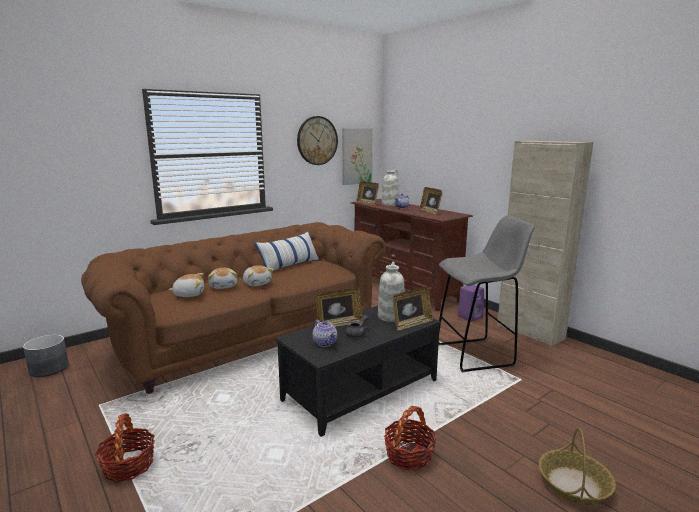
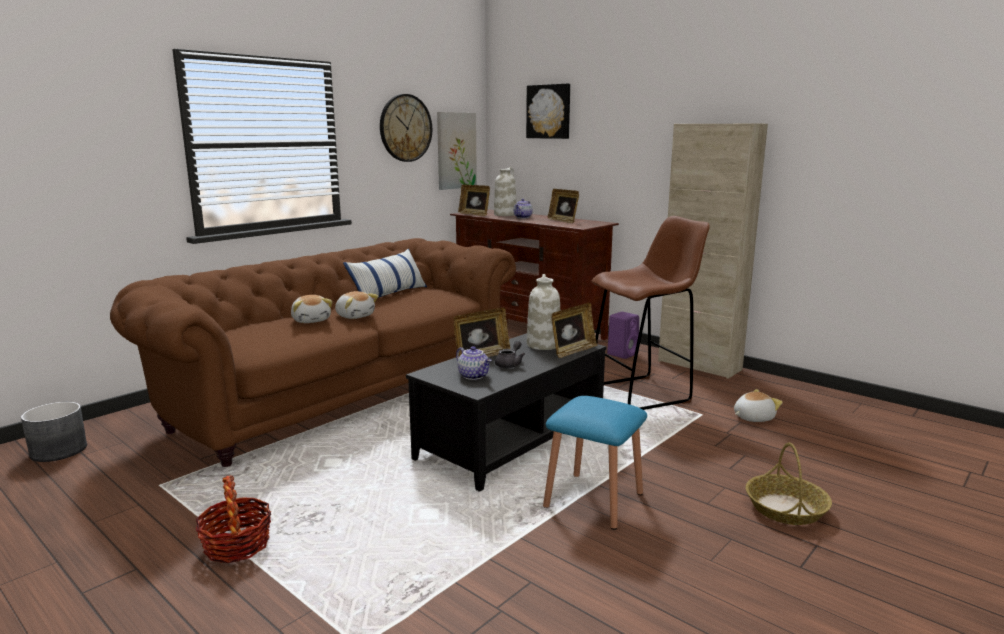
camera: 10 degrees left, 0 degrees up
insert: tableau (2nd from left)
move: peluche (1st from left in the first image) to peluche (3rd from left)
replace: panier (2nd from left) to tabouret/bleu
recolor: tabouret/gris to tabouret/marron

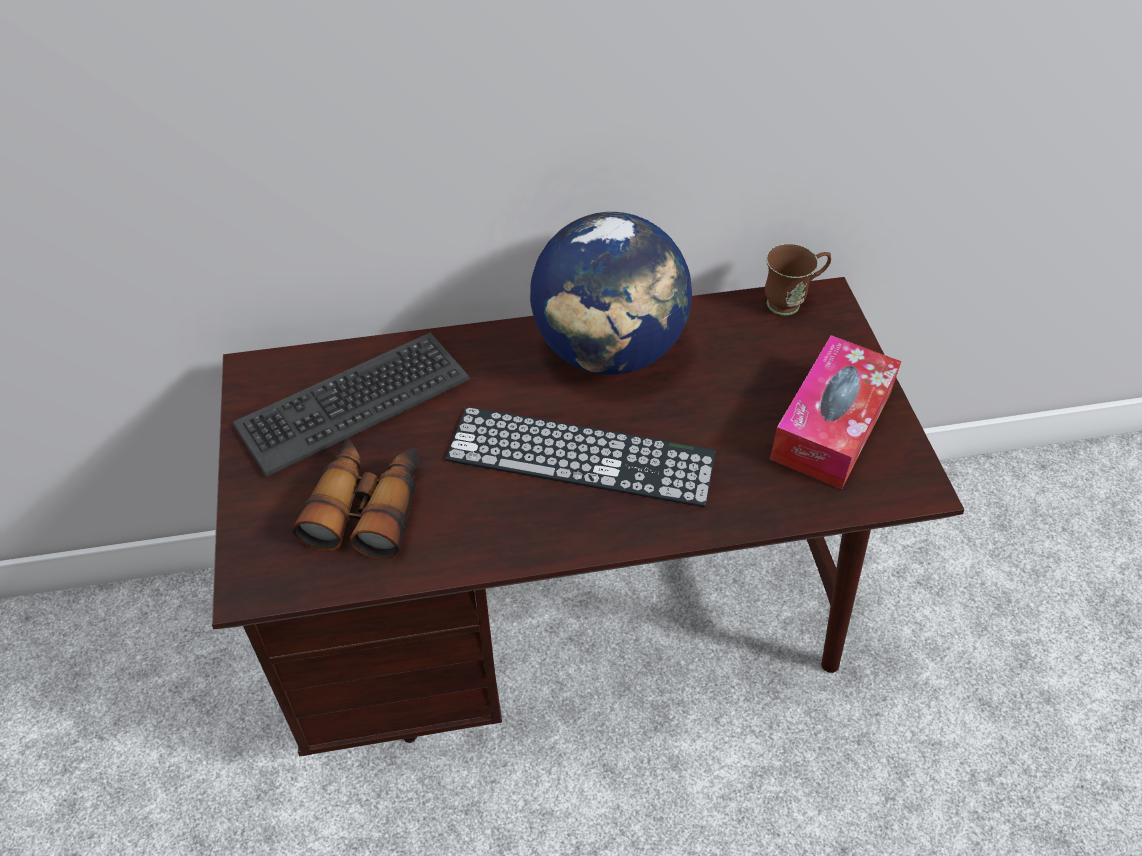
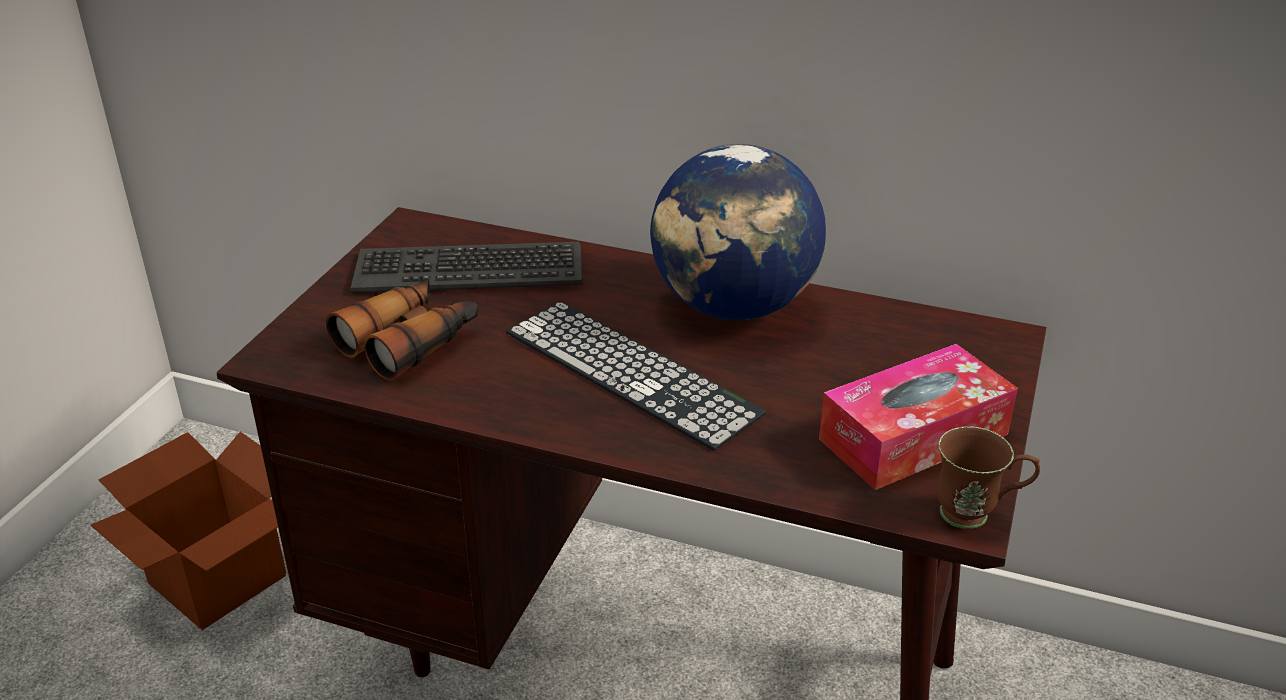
camera: 30 degrees right, 15 degrees down
insert: carton
move: mug/marron

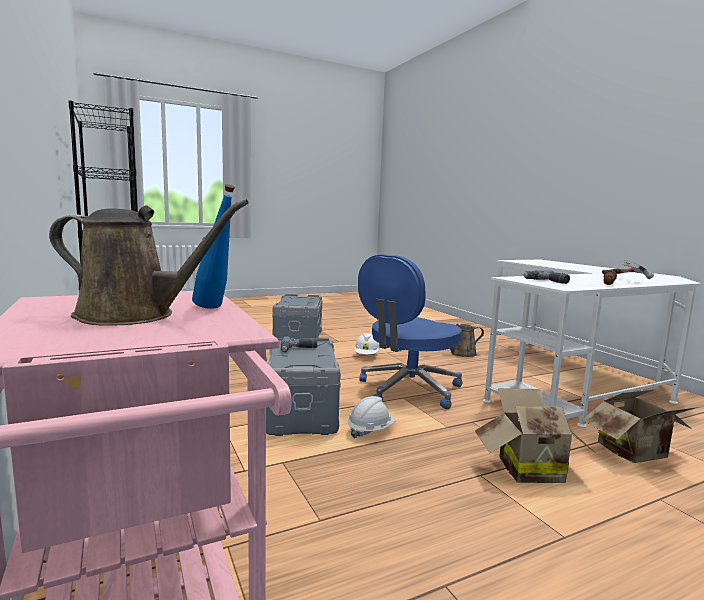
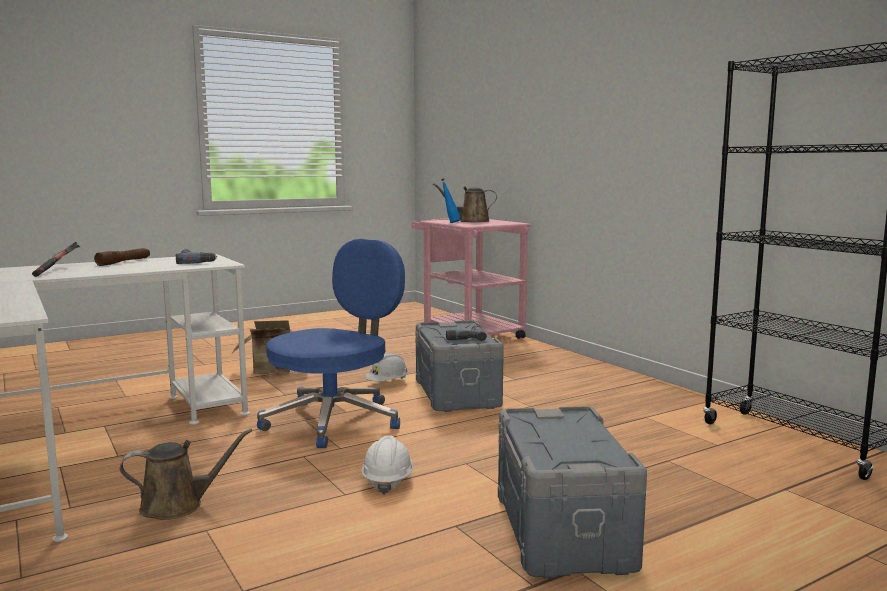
camera: 175 degrees right, 0 degrees up
delete: carton (2nd from left)

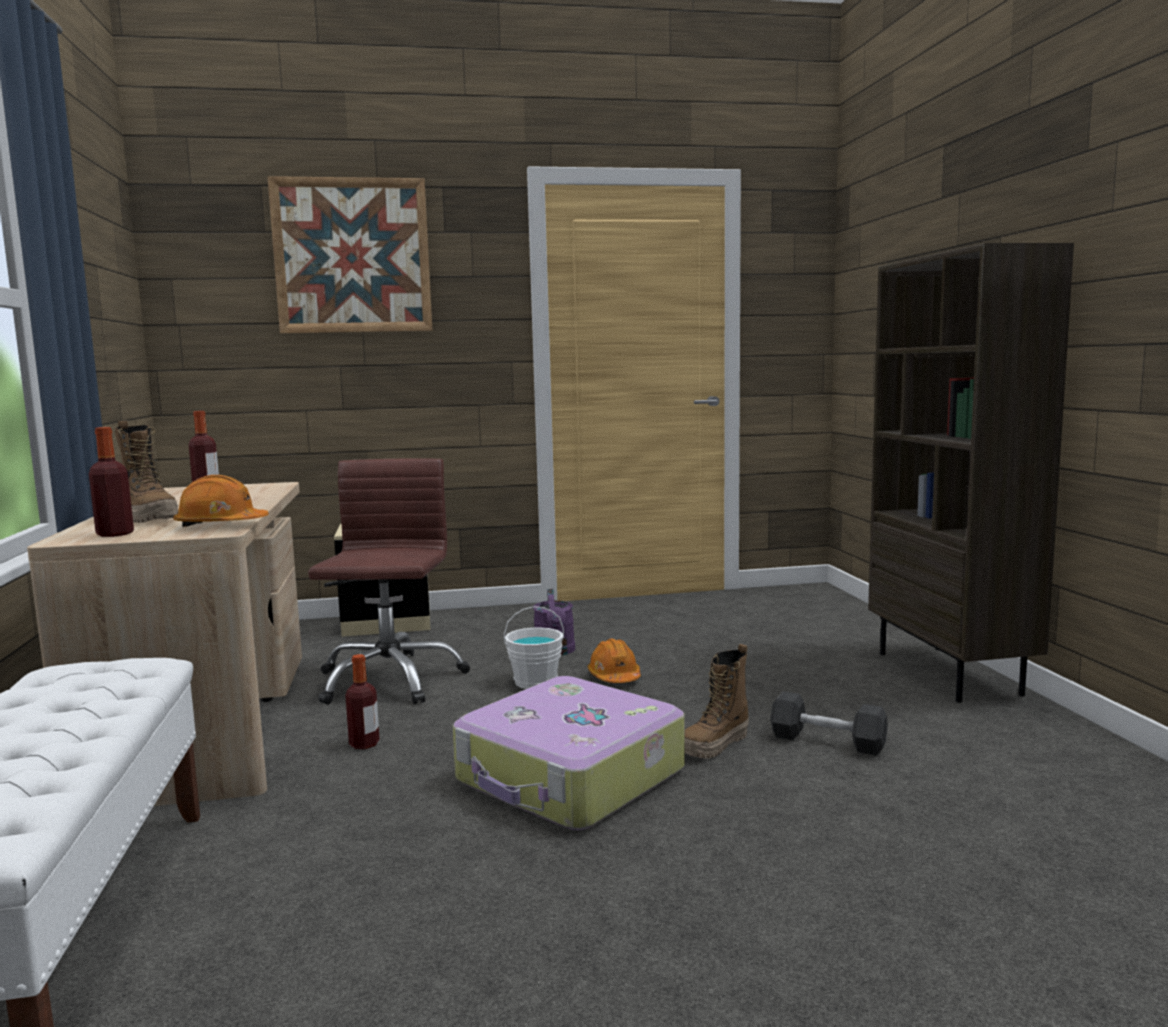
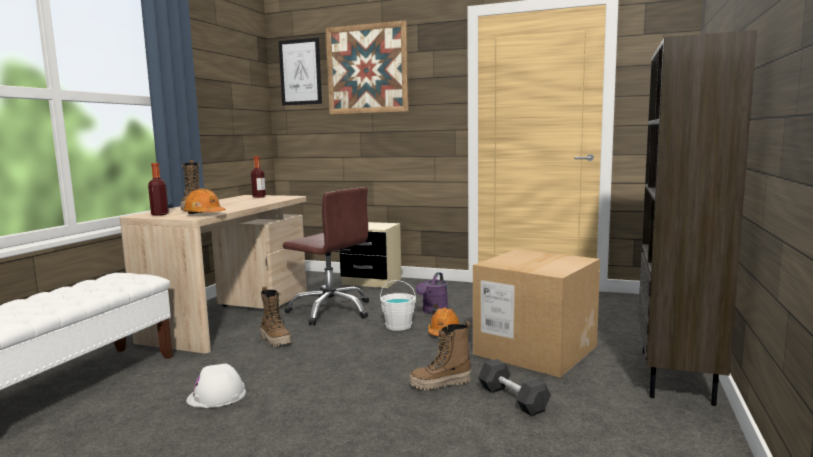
camera: 30 degrees right, 0 degrees up
delete: valise
insert: casque de chantier/blanc; tableau (1st from left); carton
replace: bouteille (3rd from left) to botte (2nd from left)
rotate: chaise de bureau/marron 90 degrees clockwise

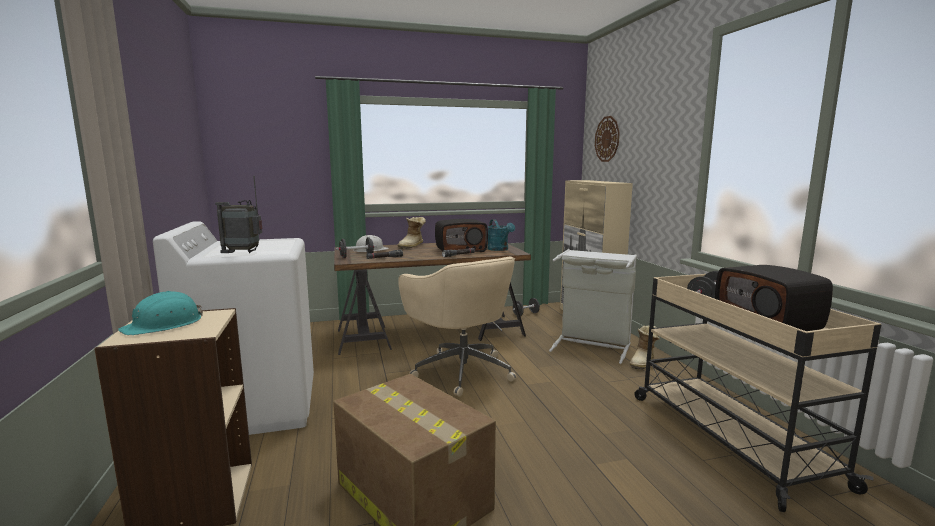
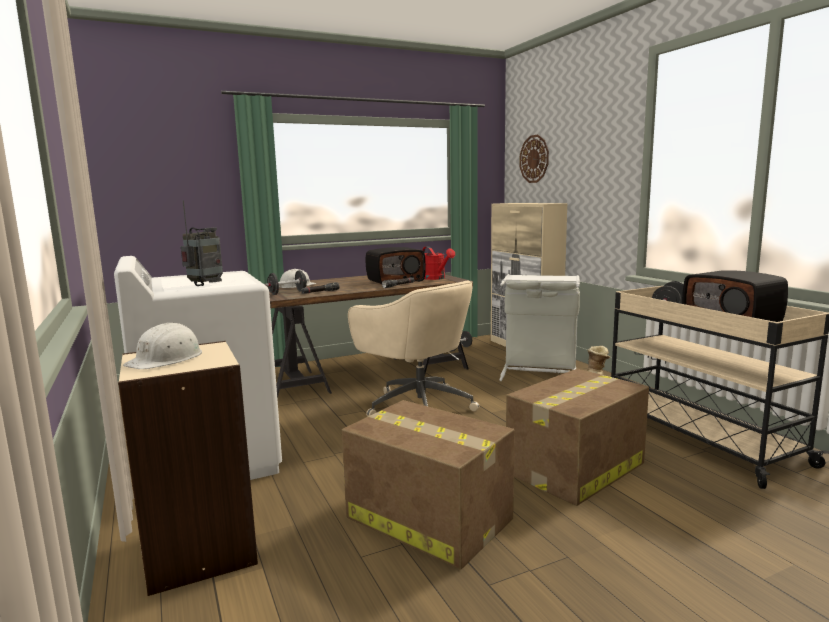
camera: 10 degrees left, 0 degrees up
delete: botte (1st from left)
insert: carton (2nd from left)
recolor: casque de chantier/turquoise to casque de chantier/blanc (1st from left); arrosoir/turquoise to arrosoir/rouge
rotate: radio (1st from left) 135 degrees clockwise

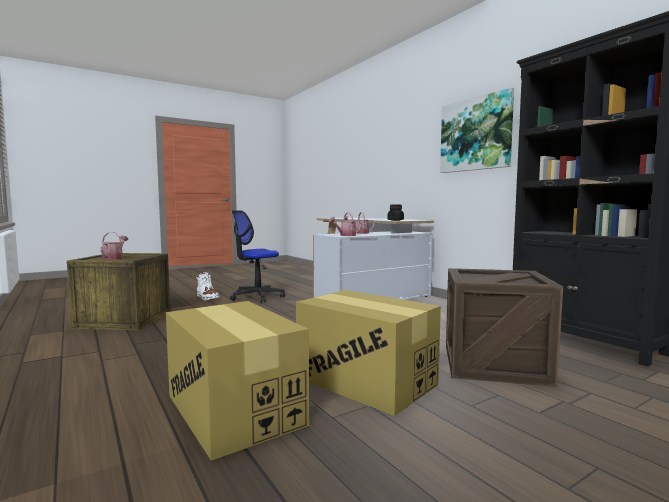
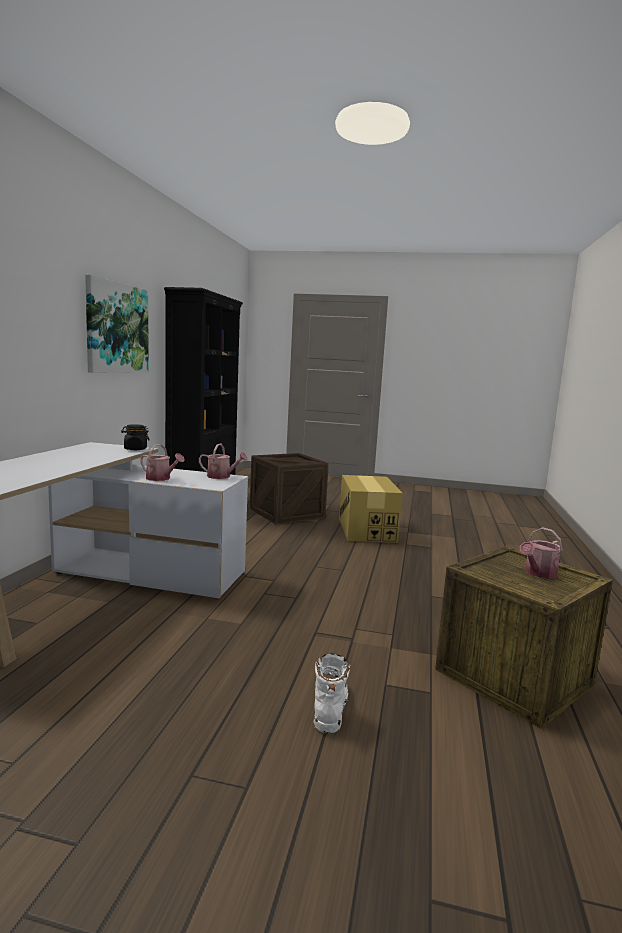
camera: 135 degrees left, 5 degrees up
delete: carton (1st from left); chaise de bureau

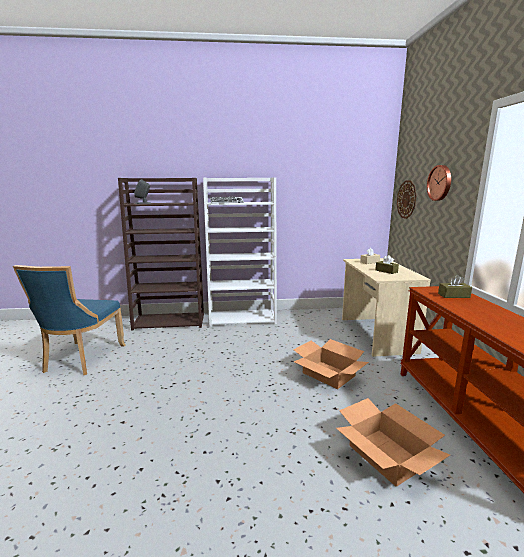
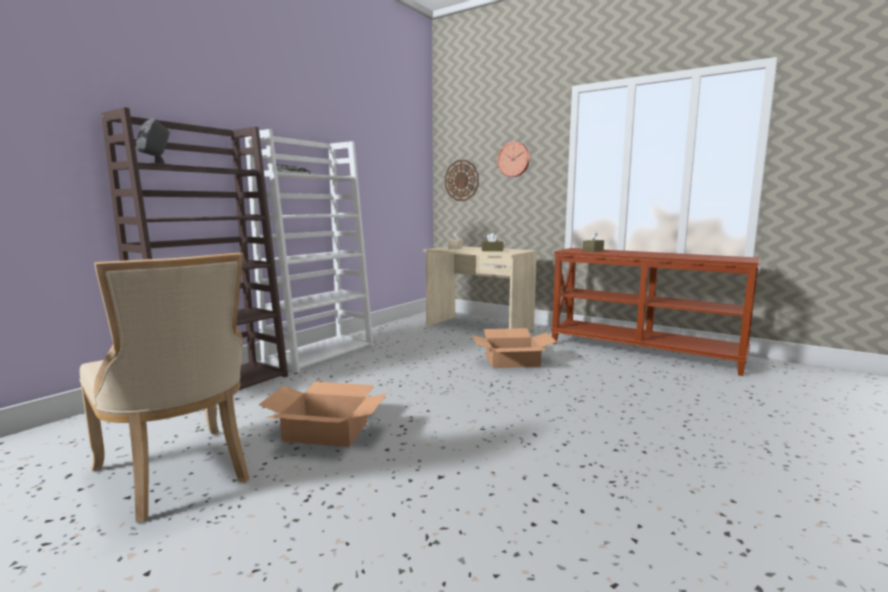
camera: 50 degrees left, 5 degrees down
move: carton (2nd from left in the first image) to carton (1st from left)
recolor: chaise/bleu to chaise/beige

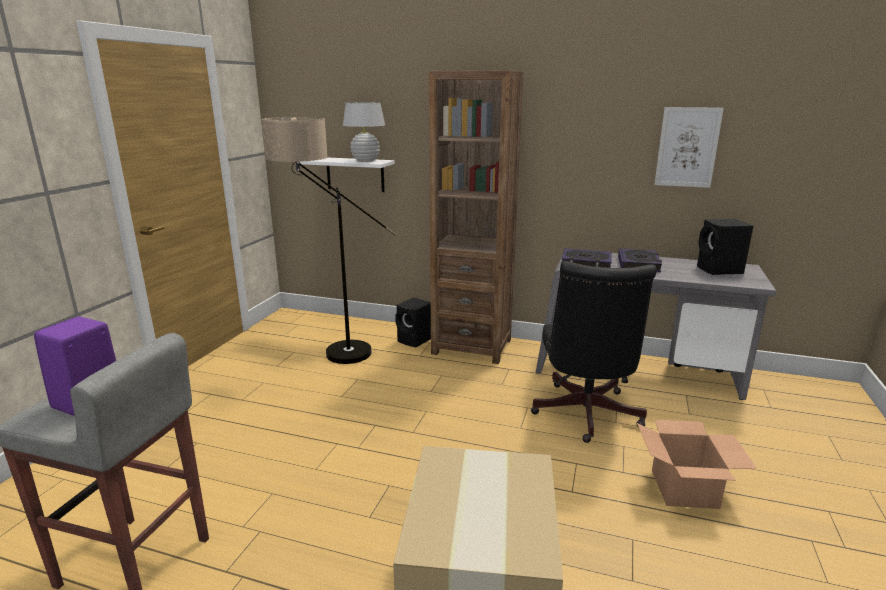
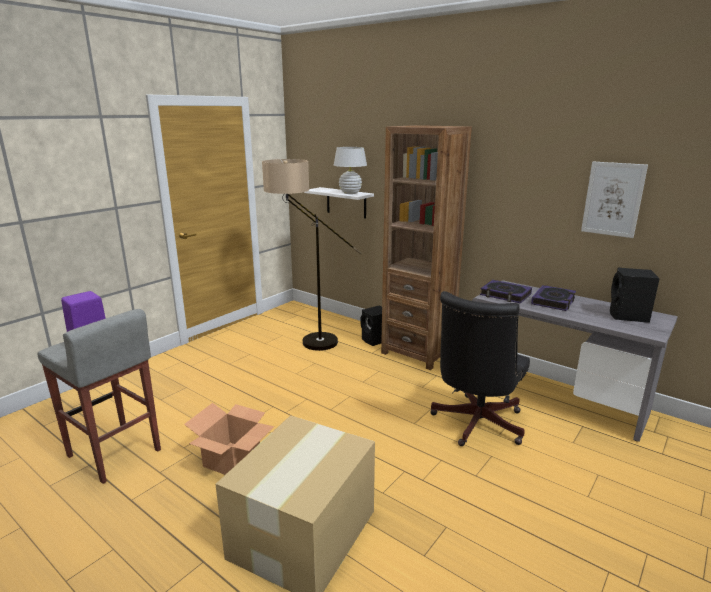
camera: 20 degrees right, 0 degrees up
move: carton (2nd from left in the first image) to carton (1st from left)

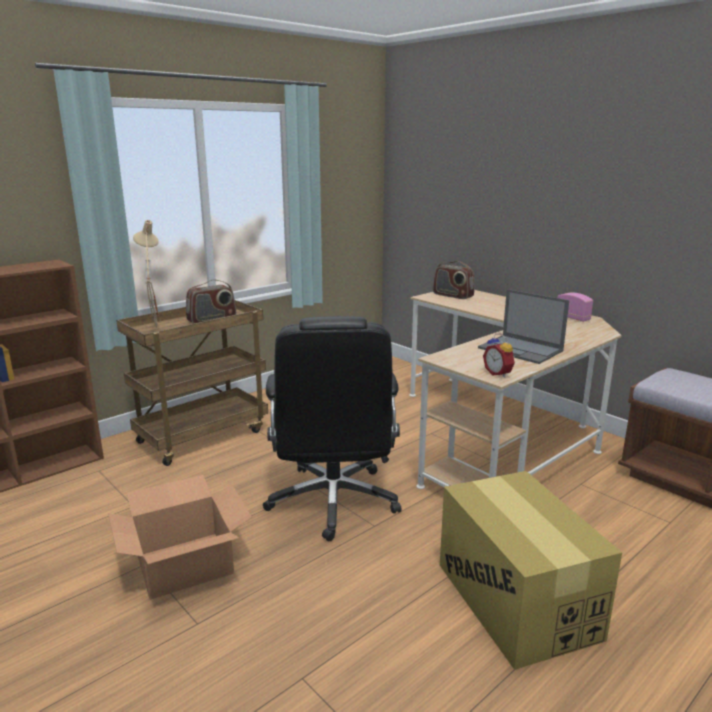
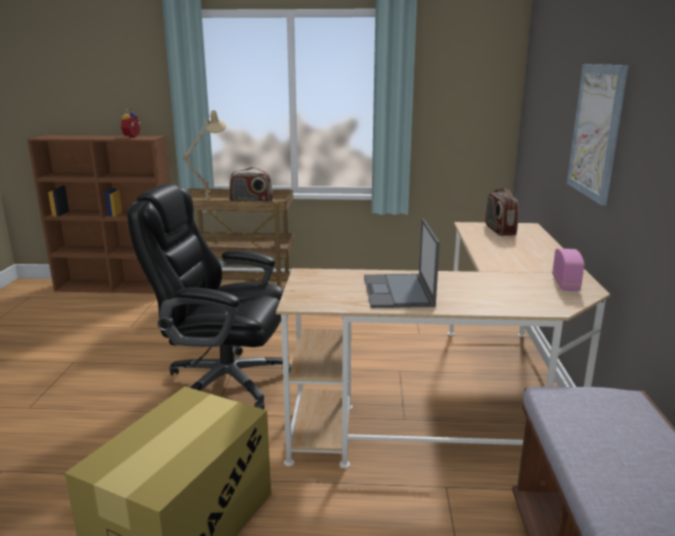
camera: 45 degrees right, 0 degrees up
delete: carton (1st from left)
insert: tableau
move: réveil
rotate: chaise de bureau/noir 60 degrees clockwise

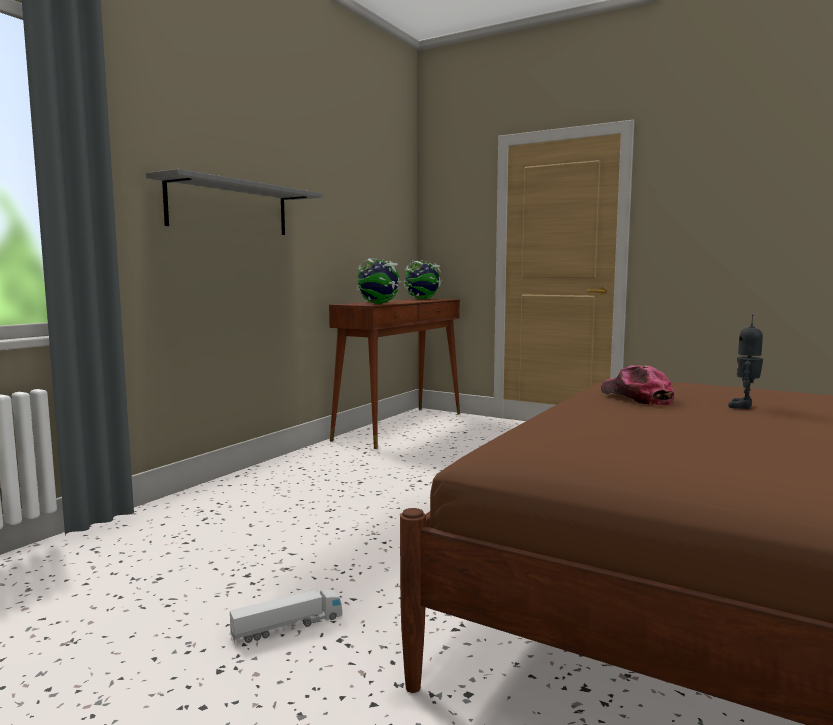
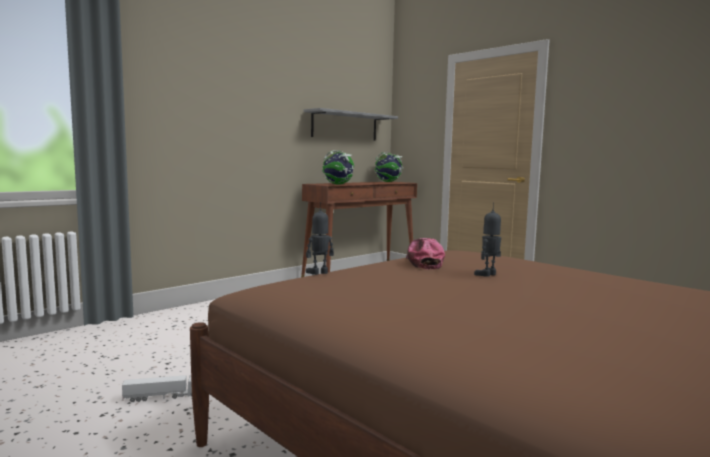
camera: 15 degrees right, 0 degrees up
insert: robot jouet (1st from left)
move: étagère/gris

